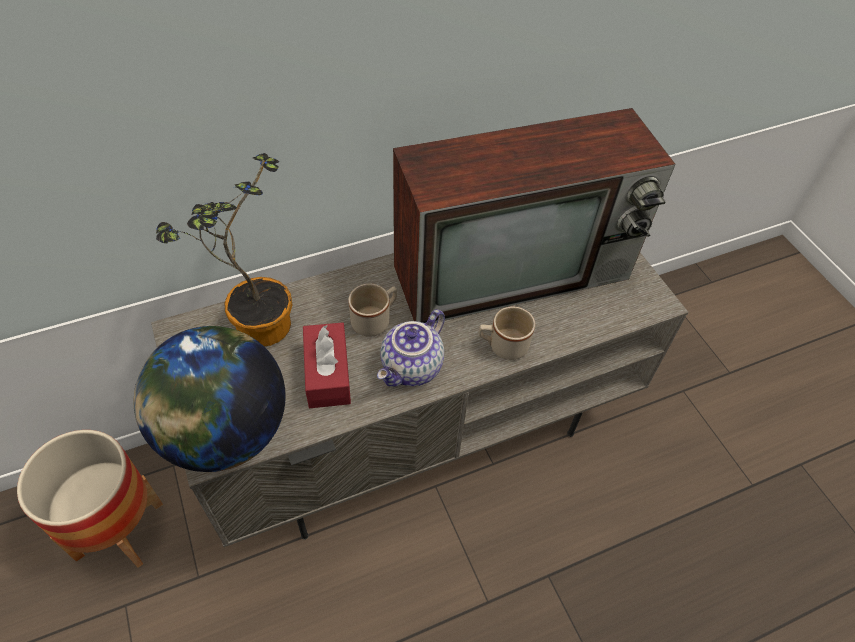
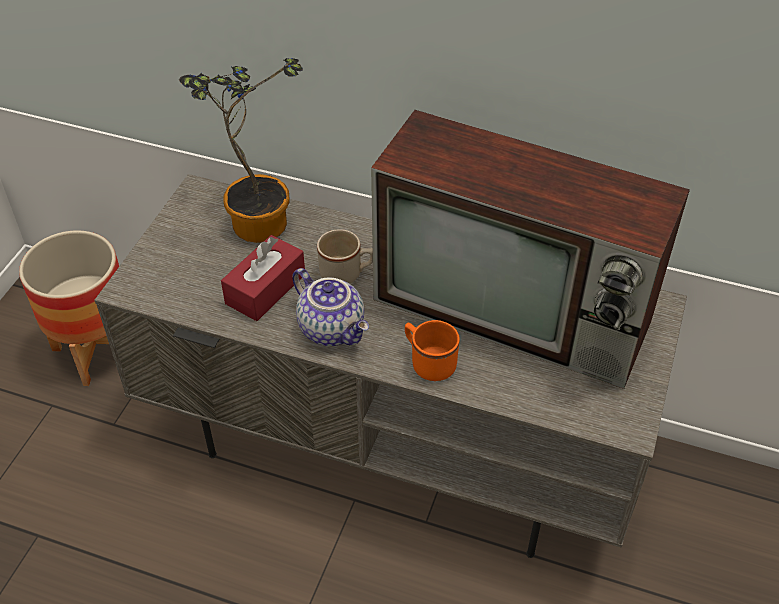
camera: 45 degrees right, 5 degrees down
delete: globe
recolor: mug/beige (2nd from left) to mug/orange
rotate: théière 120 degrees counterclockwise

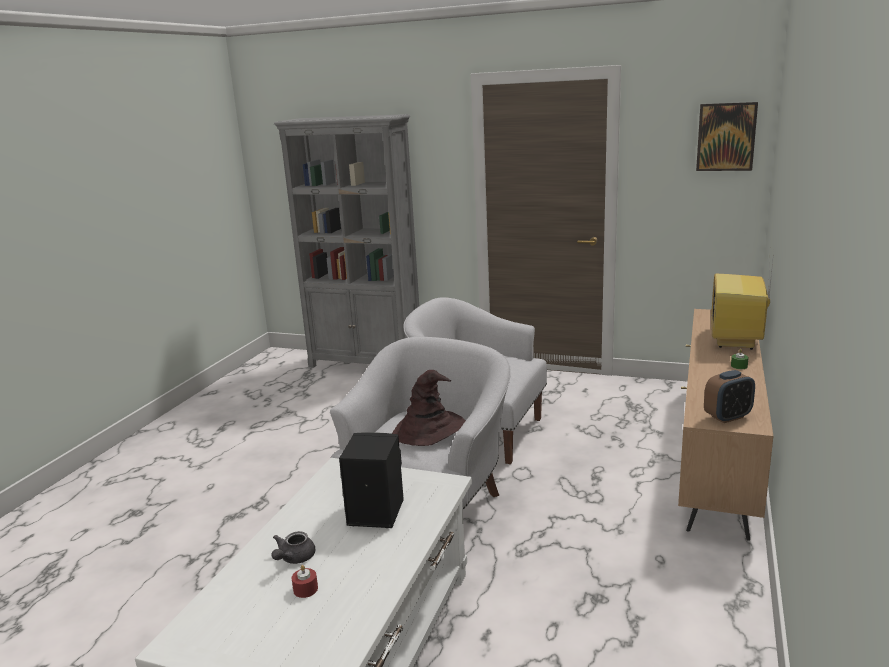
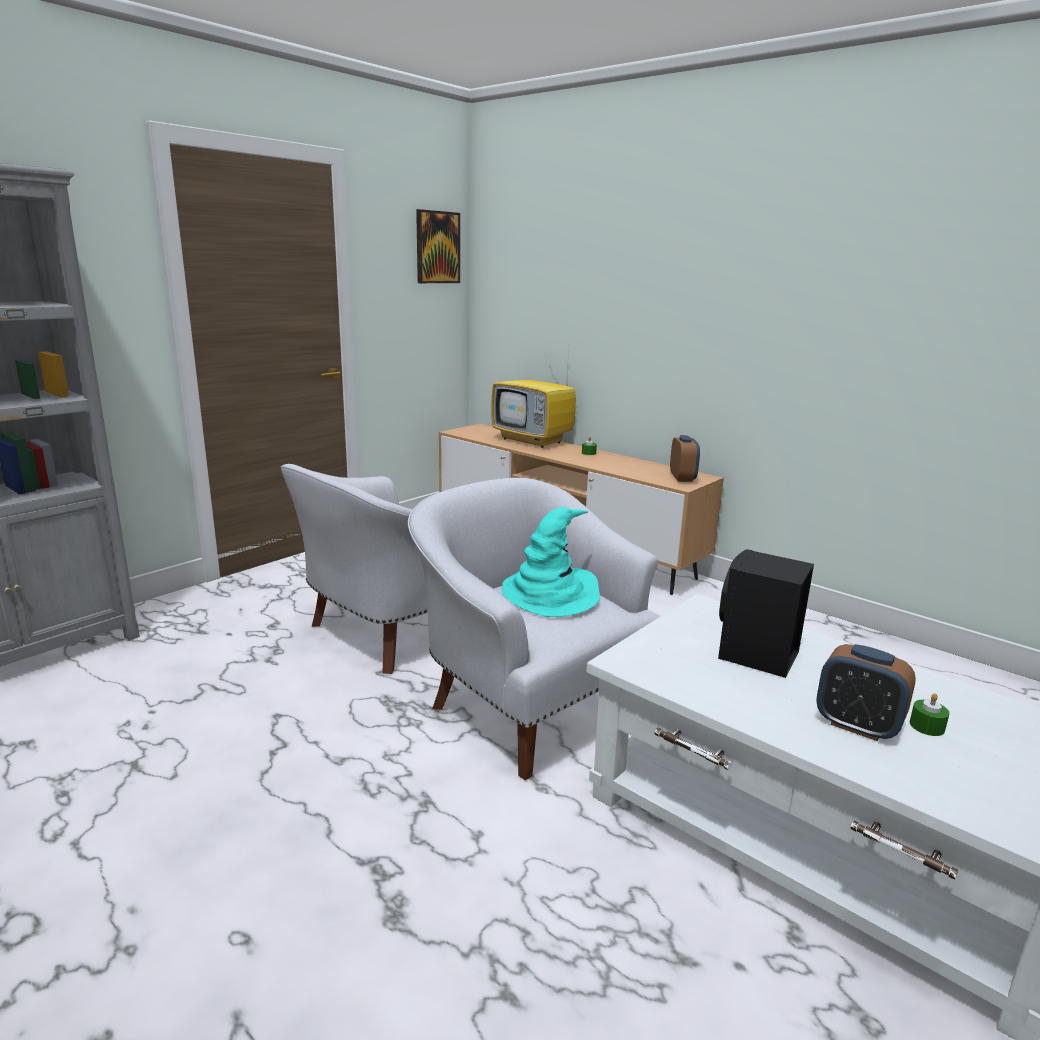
camera: 70 degrees left, 0 degrees up
replace: théière/gris to réveil (2nd from left)
recolor: chapeau/marron to chapeau/turquoise; bougie/rouge to bougie/vert (2nd from left)

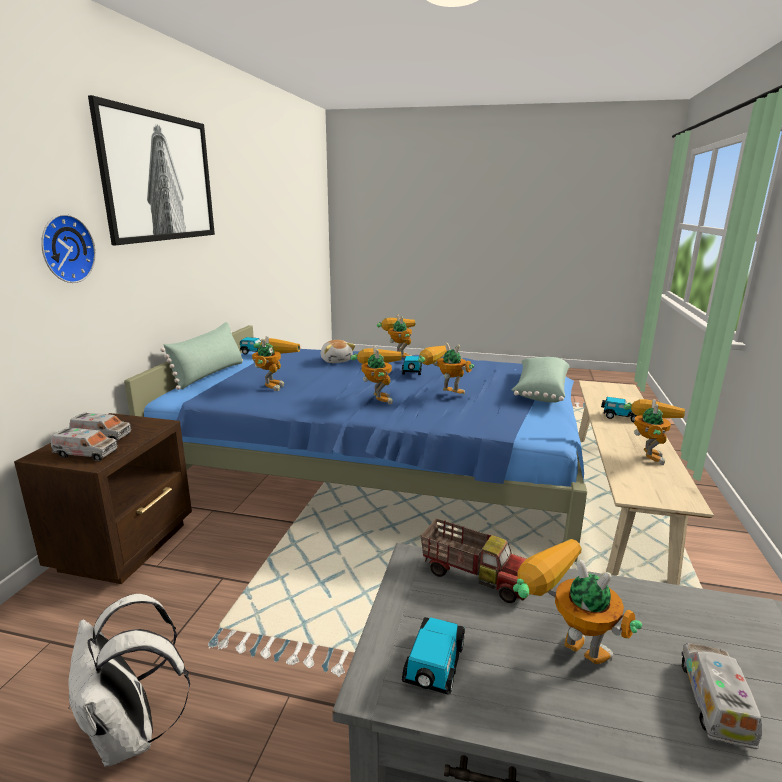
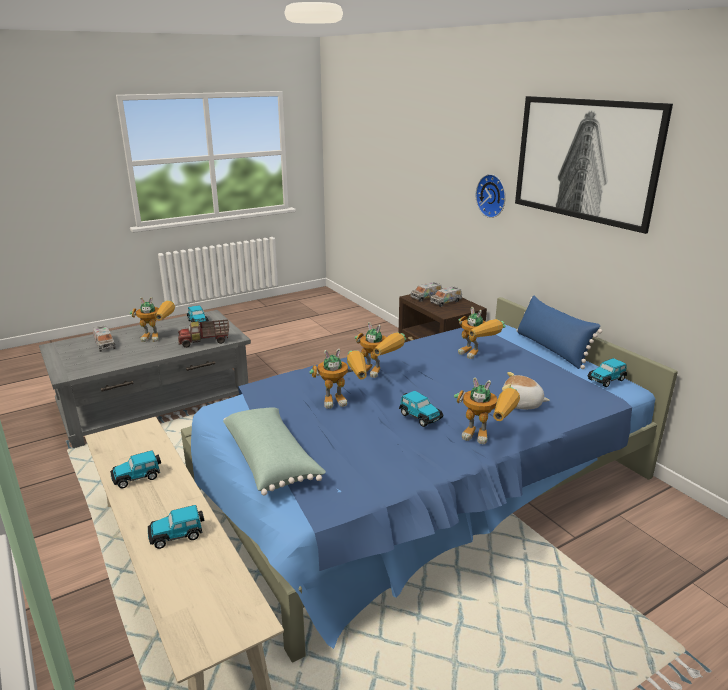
camera: 135 degrees right, 5 degrees up
delete: sac à dos/blanc
replace: robot jouet (6th from left) to petite voiture (1st from left)
recolor: coussin/vert (1st from left) to coussin/bleu

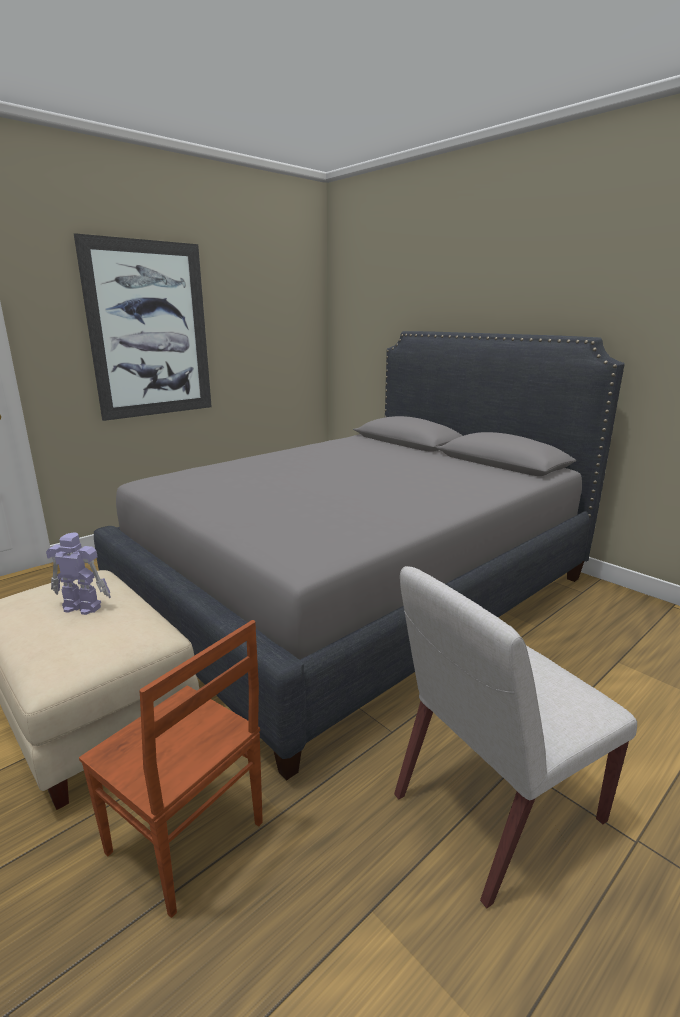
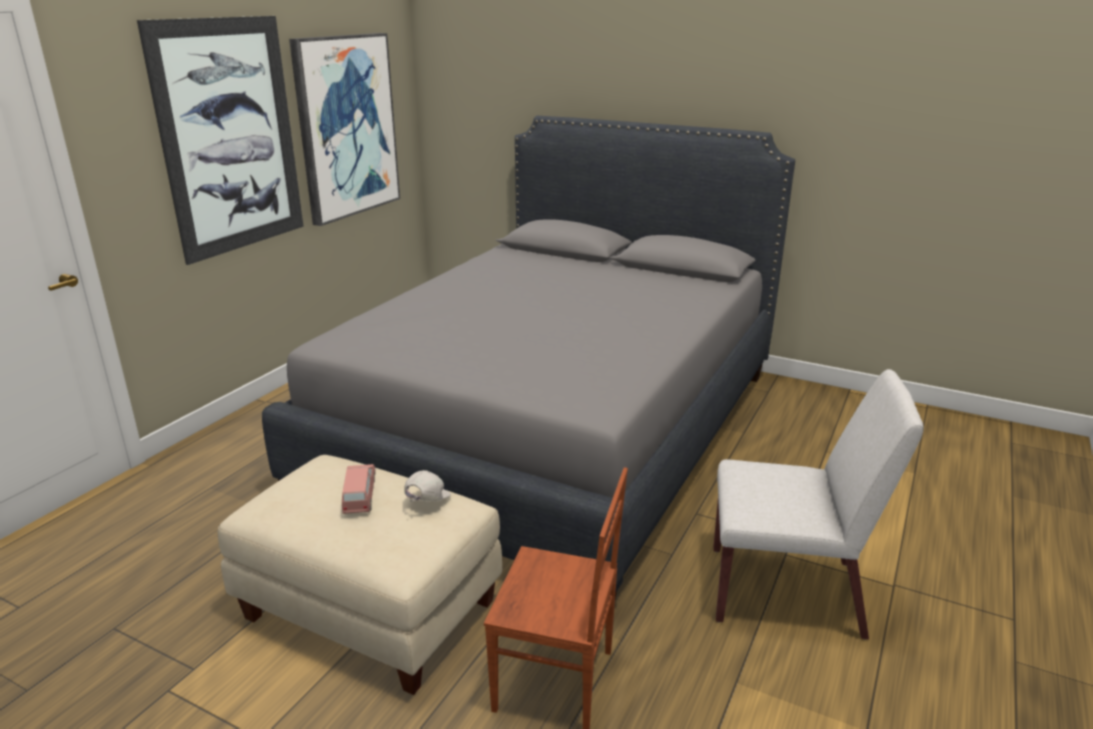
camera: 20 degrees left, 5 degrees up
insert: tableau (2nd from left); casquette/blanc
replace: robot jouet to petite voiture/rose
rotate: chaise/blanc 120 degrees counterclockwise

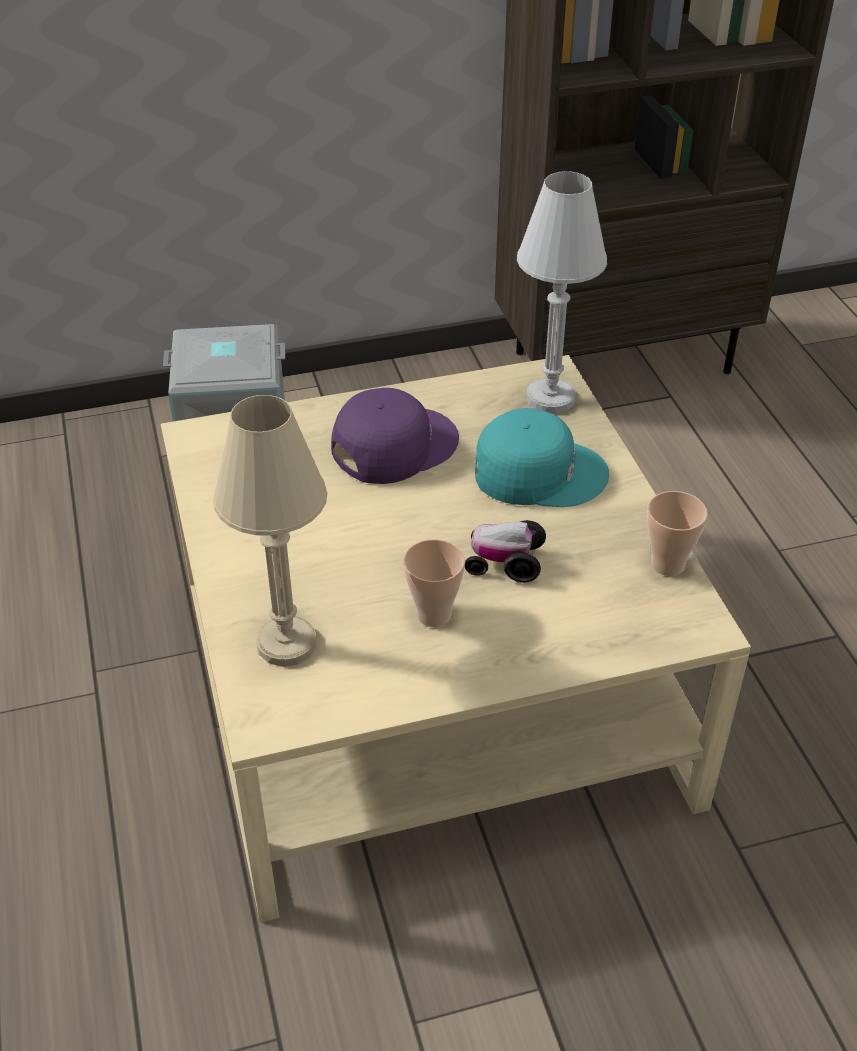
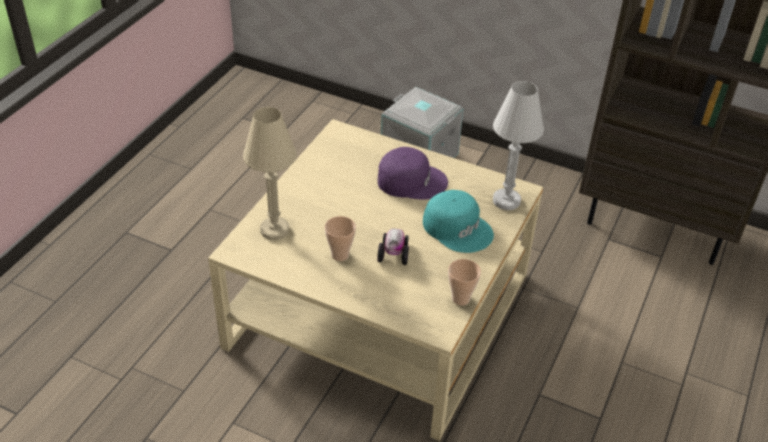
camera: 40 degrees right, 0 degrees up
rotate: petite voiture 45 degrees clockwise

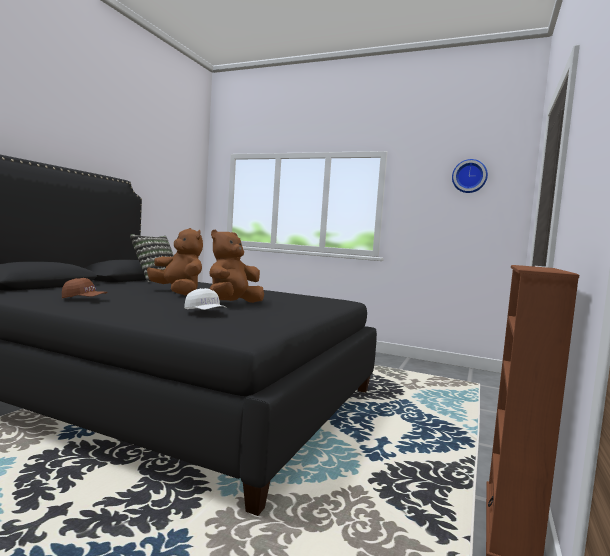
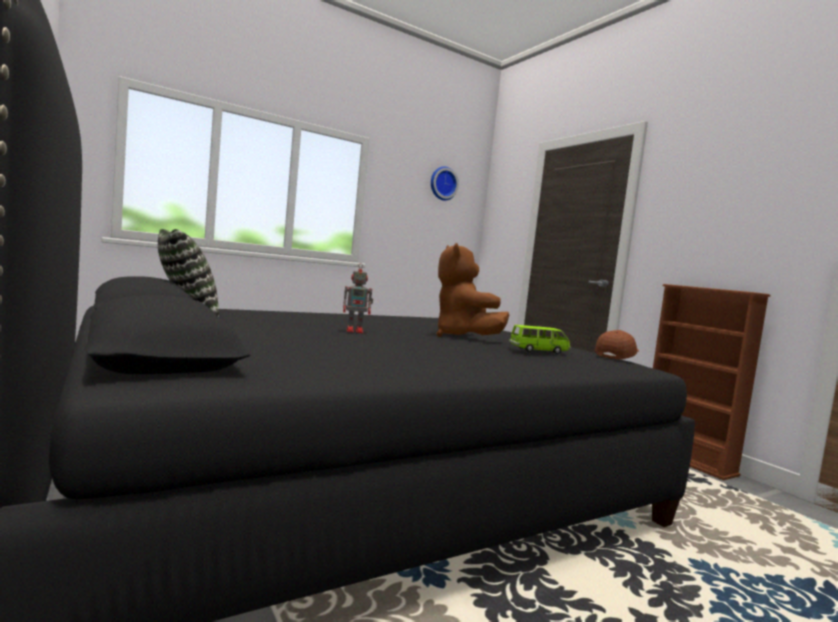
camera: 55 degrees left, 0 degrees up
move: casquette/marron
replace: peluche/marron (1st from left) to robot jouet; casquette/blanc to petite voiture/vert

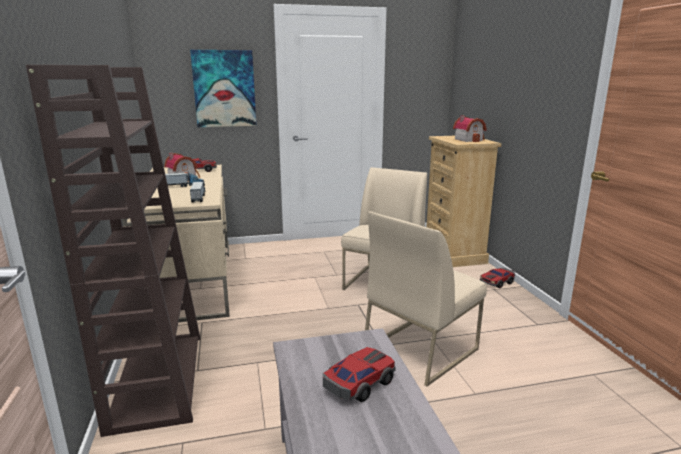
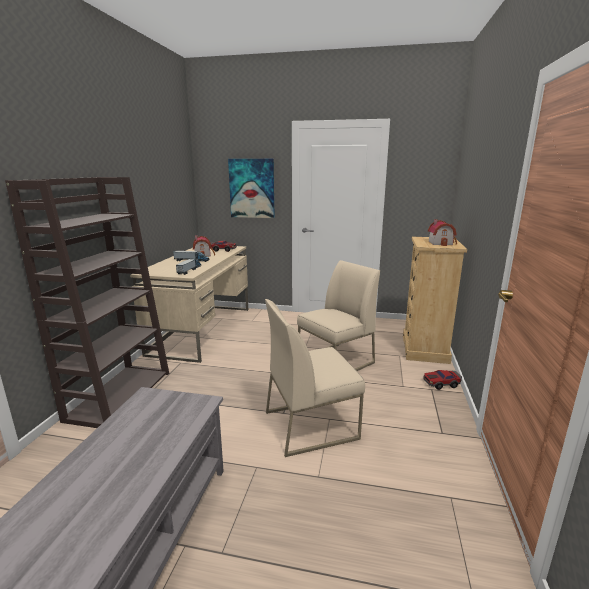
camera: 25 degrees right, 0 degrees up
delete: petite voiture (2nd from left)

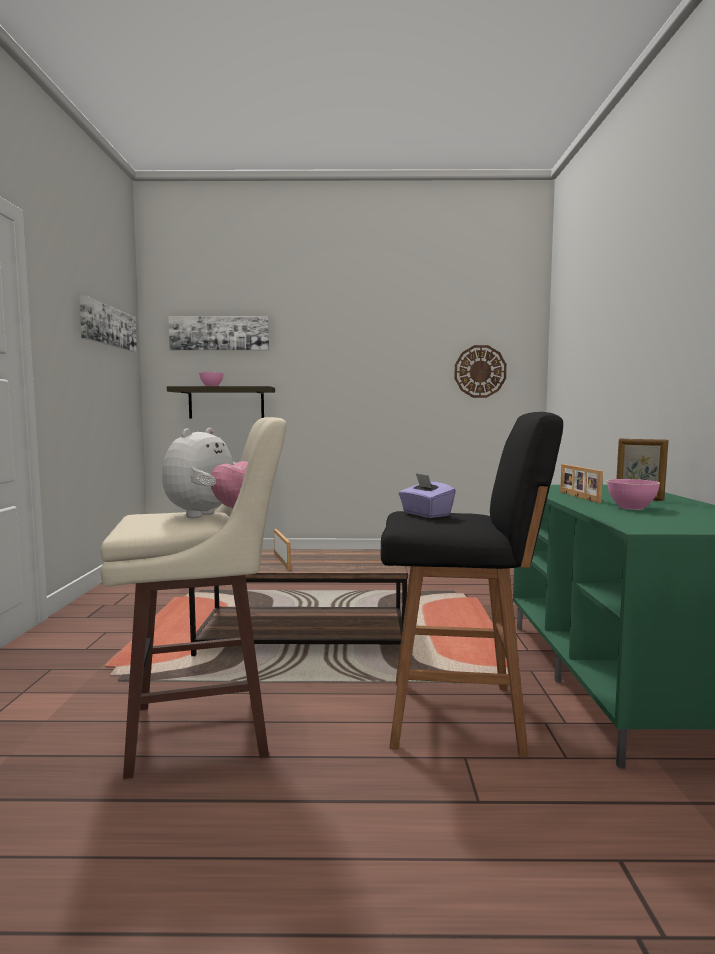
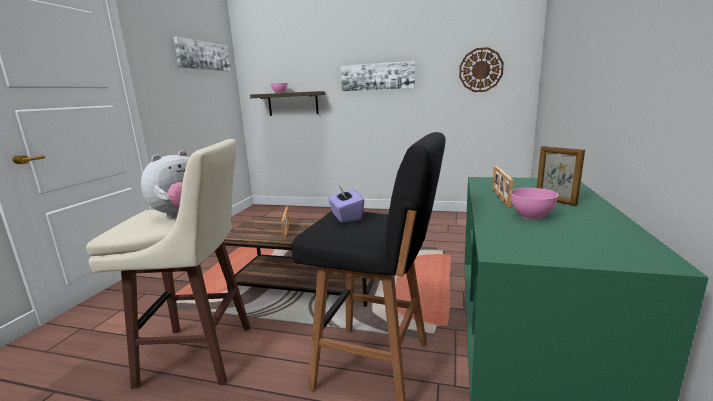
camera: 15 degrees right, 10 degrees up
move: tableau (2nd from left)

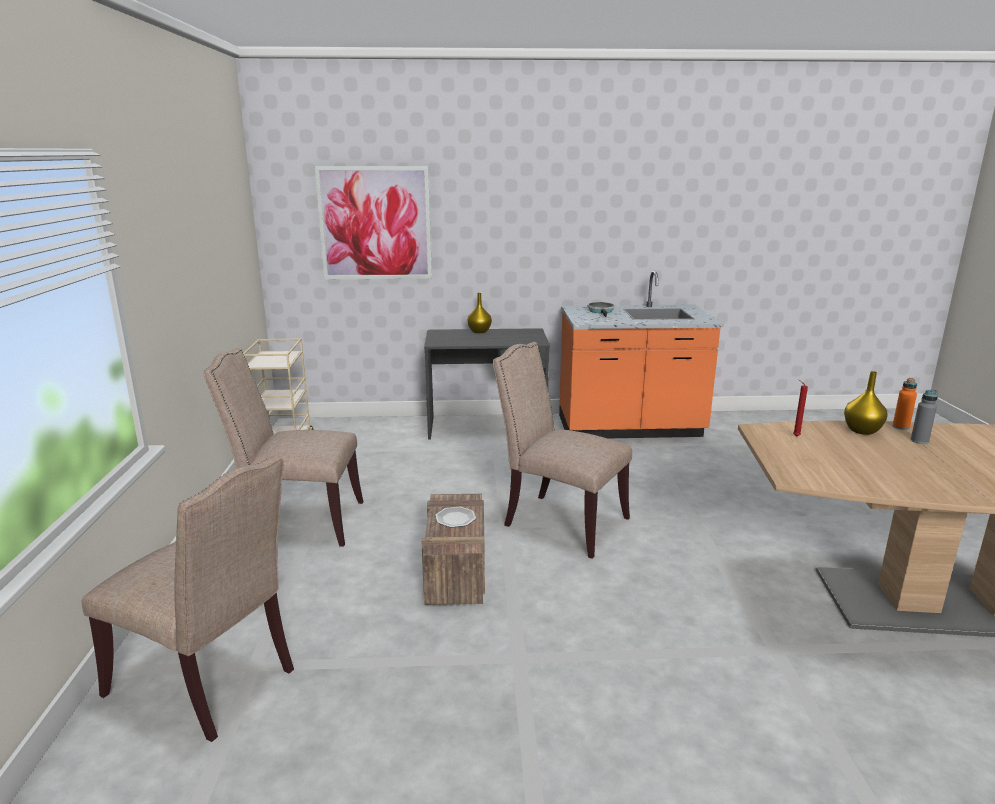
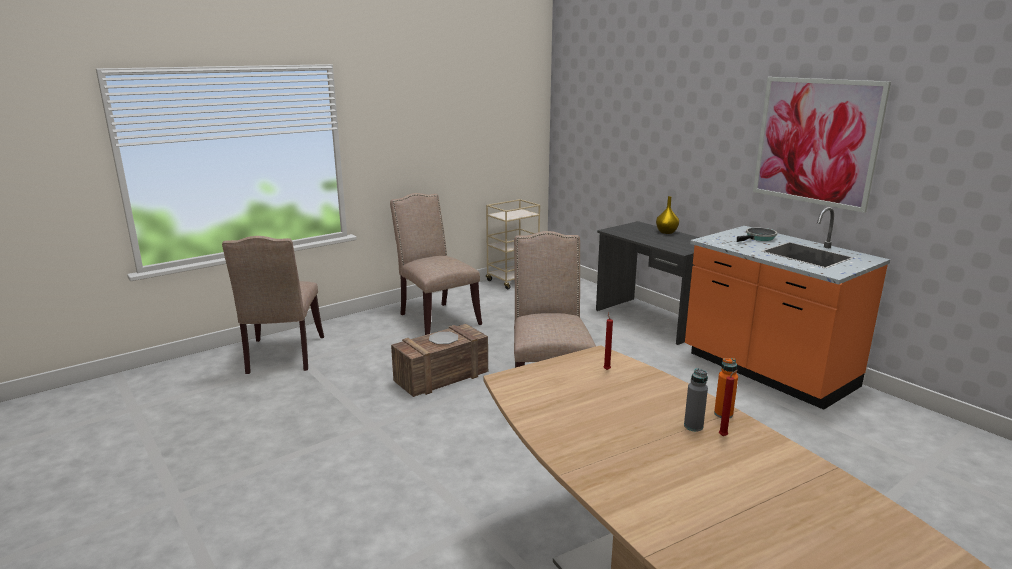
camera: 55 degrees right, 0 degrees up
delete: vase/jaune (2nd from left)
insert: bougie/rouge (2nd from left)
move: tableau

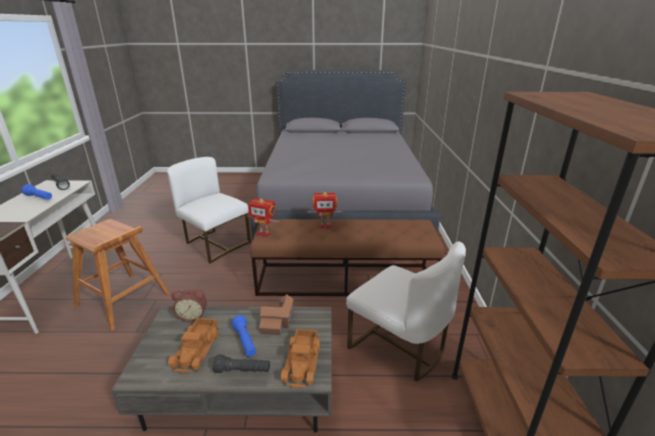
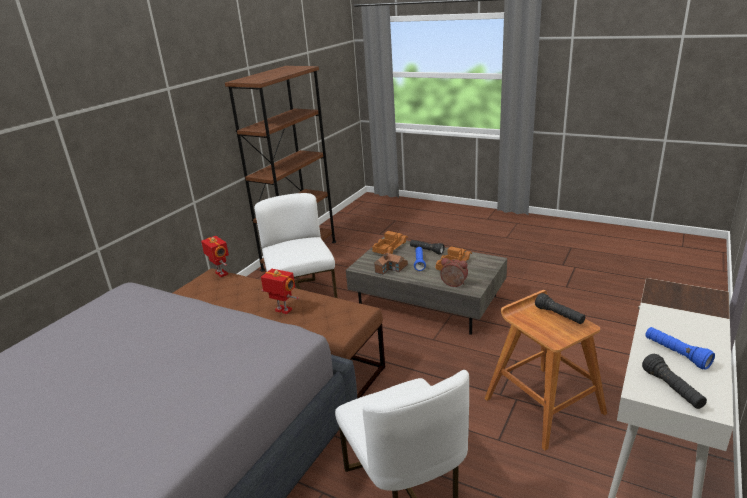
camera: 150 degrees left, 0 degrees up
insert: lampe de poche/noir (2nd from left)
move: robot jouet (1st from left)

